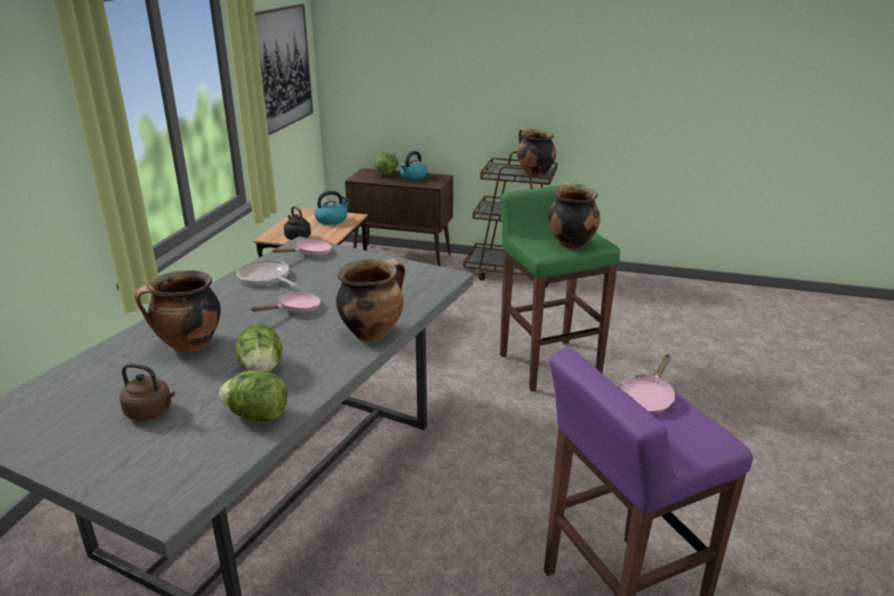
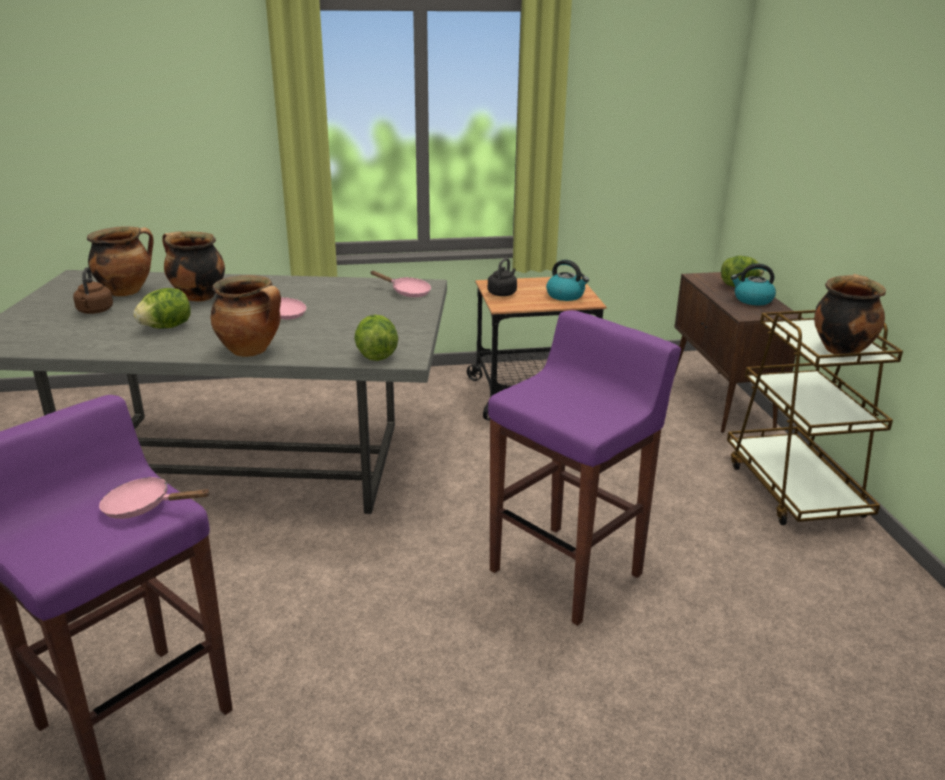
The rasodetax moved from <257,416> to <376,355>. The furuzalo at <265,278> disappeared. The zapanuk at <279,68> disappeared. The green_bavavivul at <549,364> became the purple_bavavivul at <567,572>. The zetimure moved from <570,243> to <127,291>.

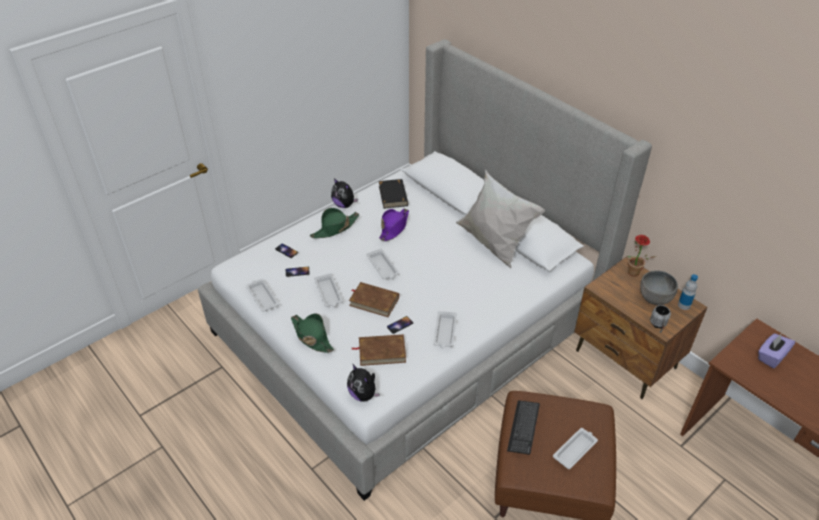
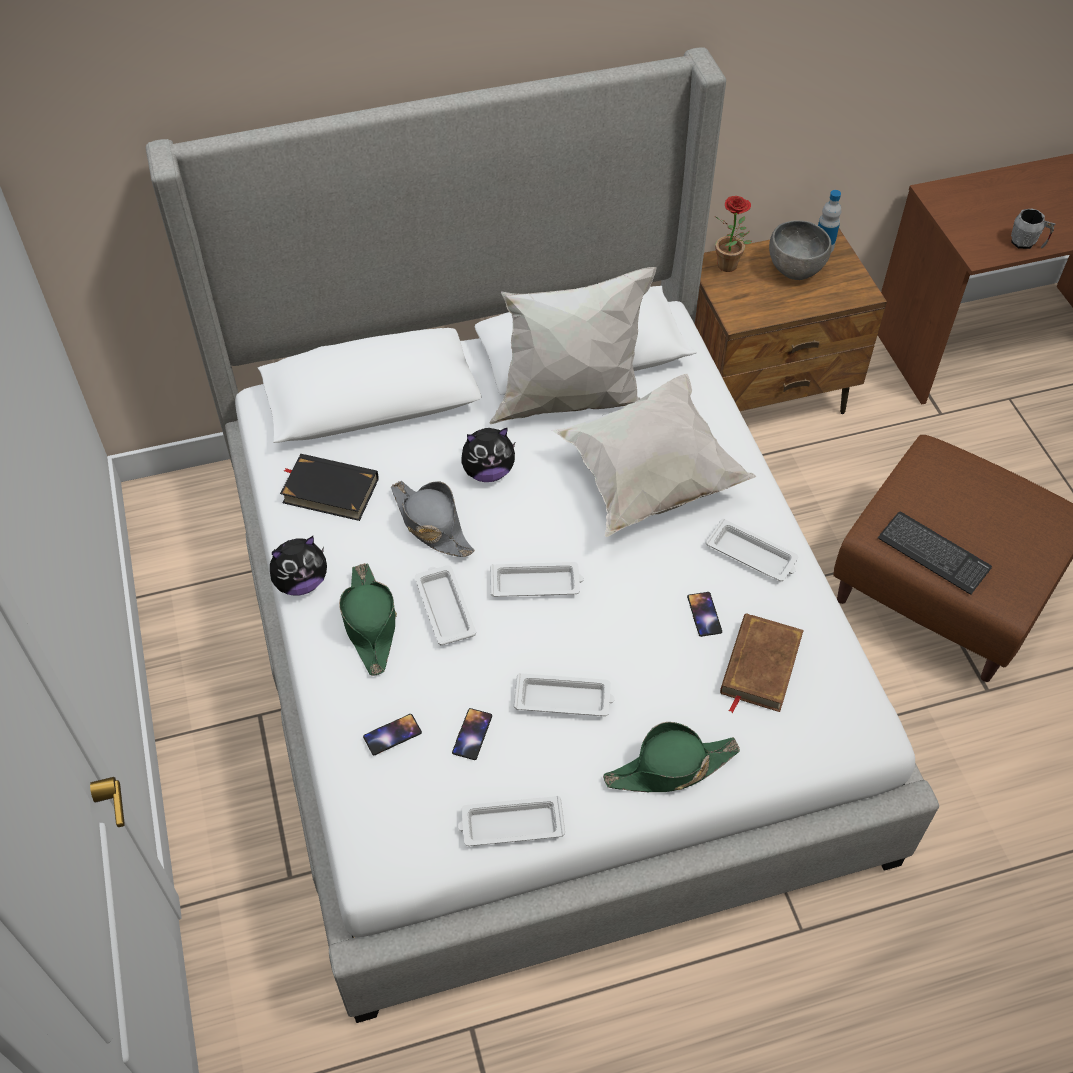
The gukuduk moved from <363,394> to <488,472>. The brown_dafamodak at <374,301> disappeared. The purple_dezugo at <394,227> became the grey_dezugo at <431,524>. The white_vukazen moved from <575,449> to <444,607>. The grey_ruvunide moved from <658,325> to <1027,243>. The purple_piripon at <771,356> disappeared. The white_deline at <648,479> appeared.

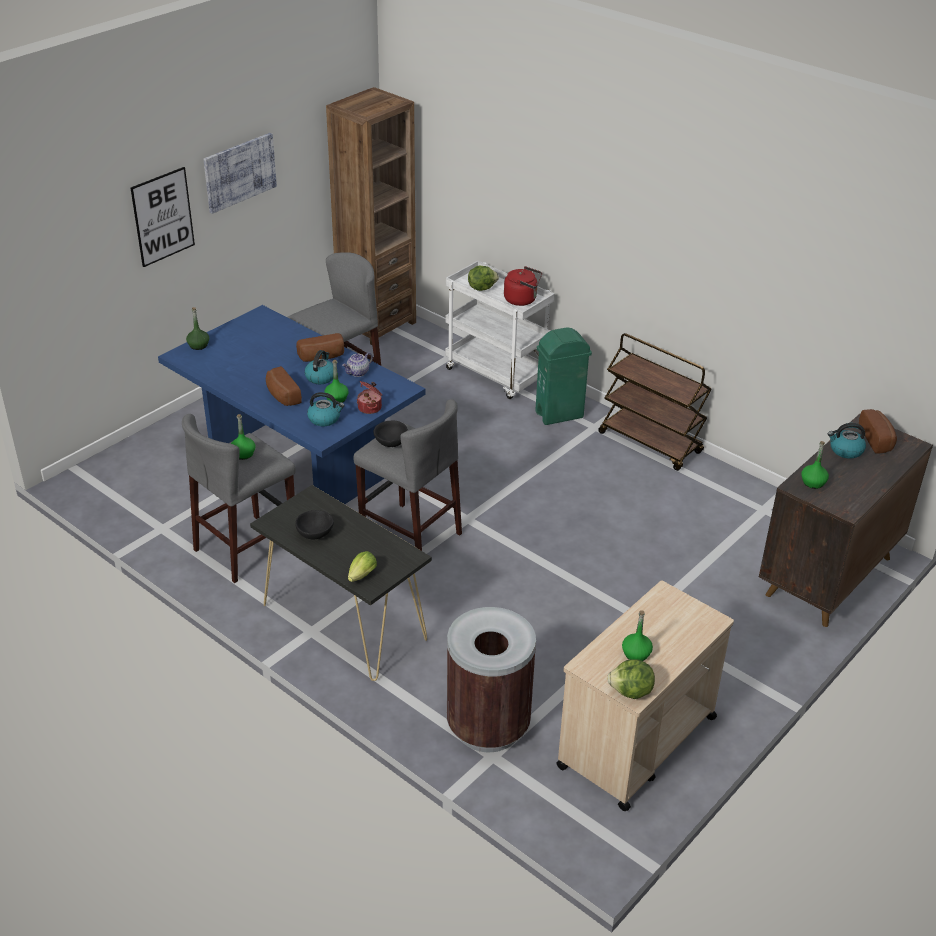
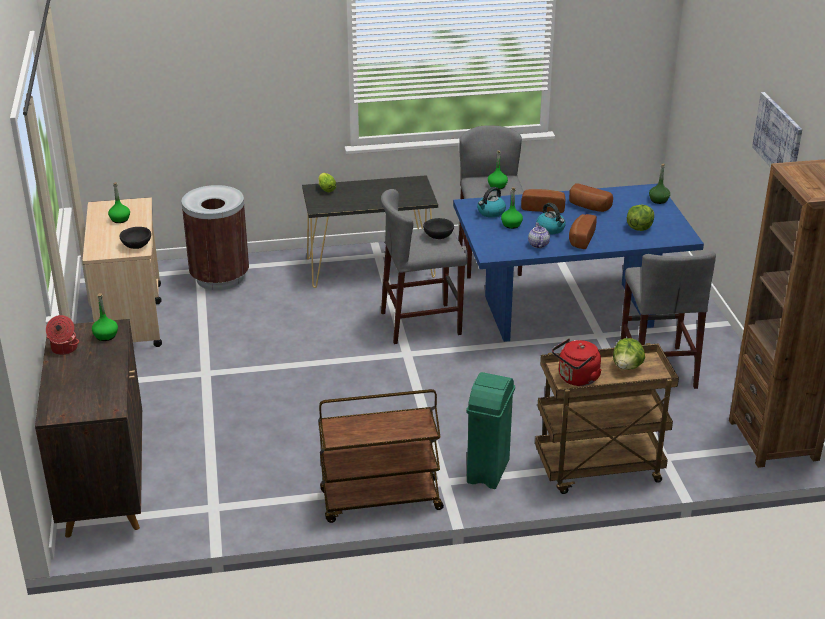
The zapanuk at <163,216> disappeared. The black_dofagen moved from <315,534> to <136,245>. The zetimure moved from <370,408> to <64,349>. The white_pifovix at <497,375> became the brown_pifovix at <598,470>. The rasodetax moved from <631,692> to <639,228>. The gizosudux at <845,450> disappeared. The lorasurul moved from <878,439> to <588,207>.

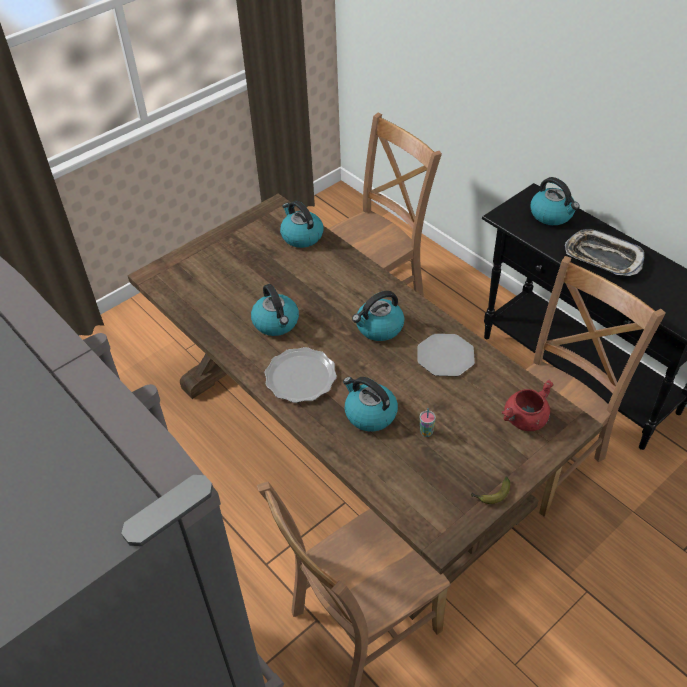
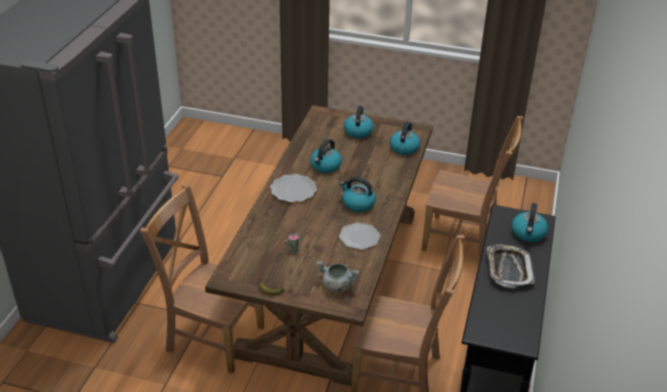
The gizosudux moved from <369,414> to <358,131>. The red_zetimure at <525,420> became the grey_zetimure at <336,286>.

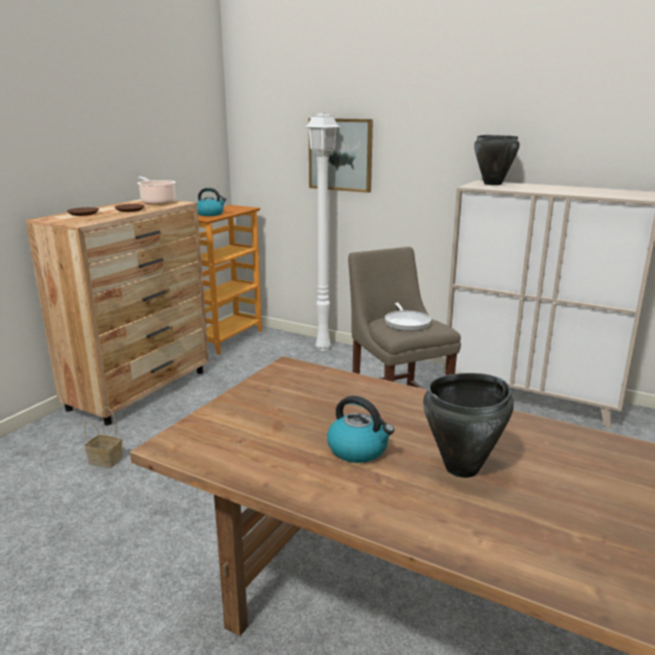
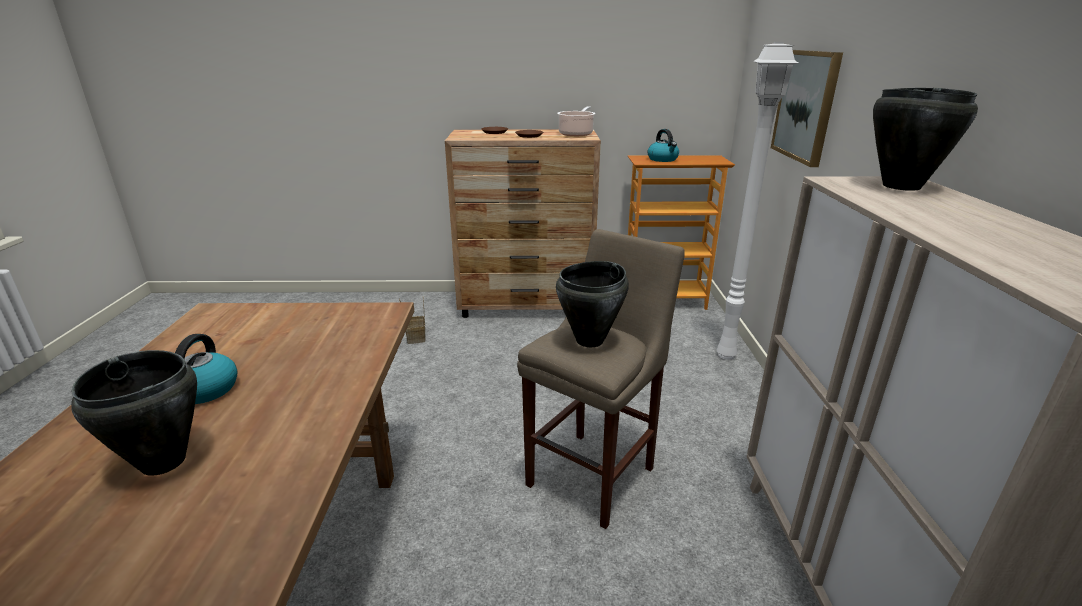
The furuzalo at <406,322> was replaced by the black_zetimure at <590,340>.

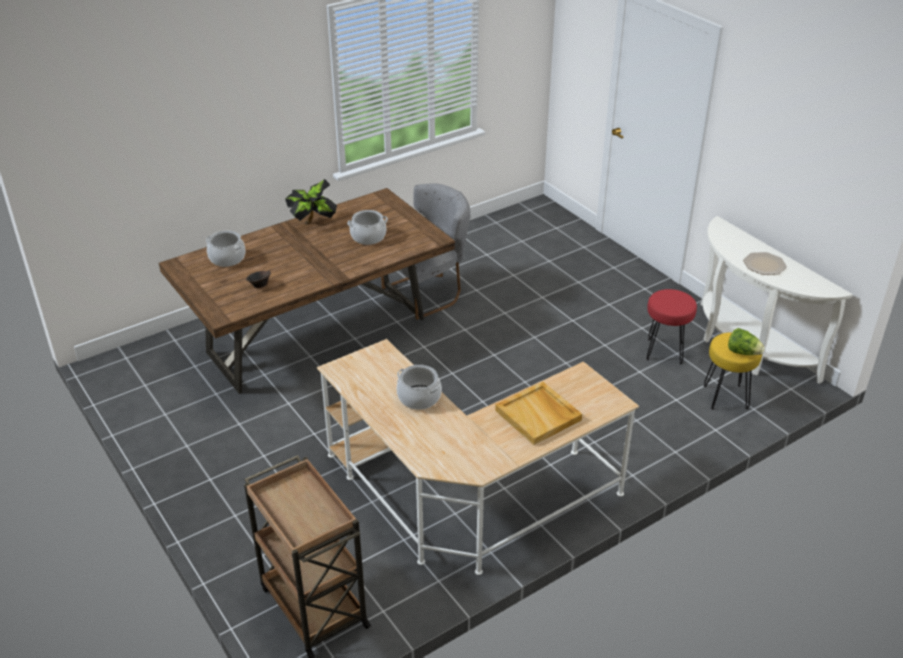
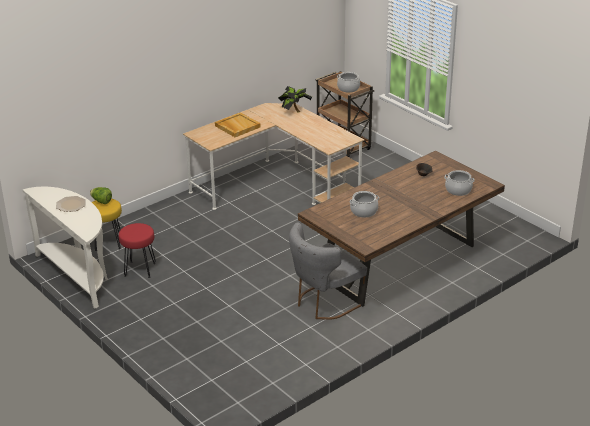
The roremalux moved from <313,223> to <294,111>. The zetimure moved from <419,398> to <348,88>.

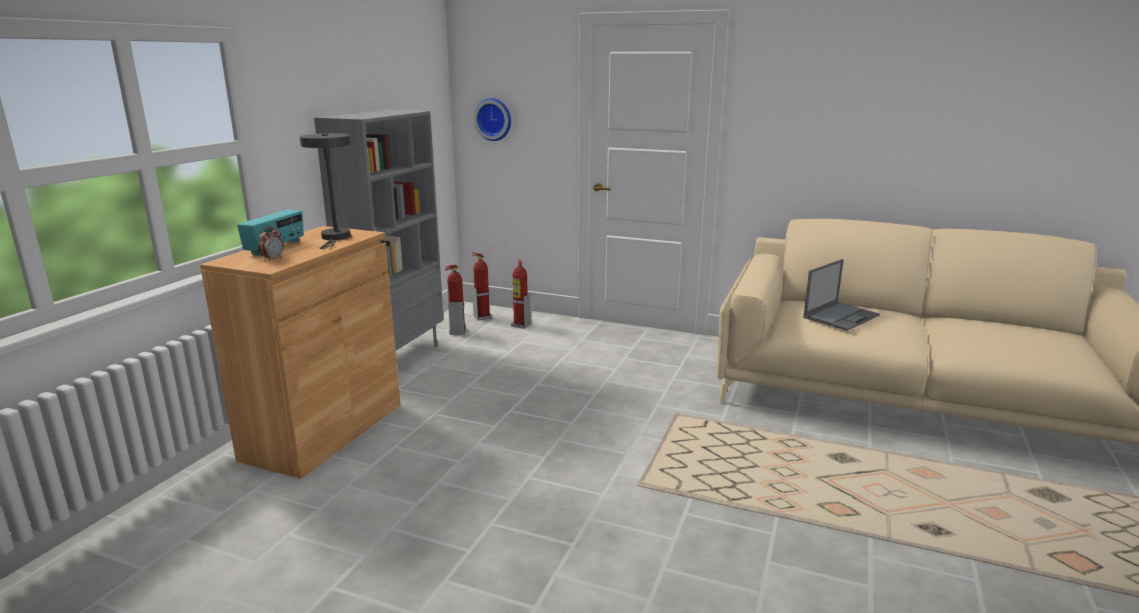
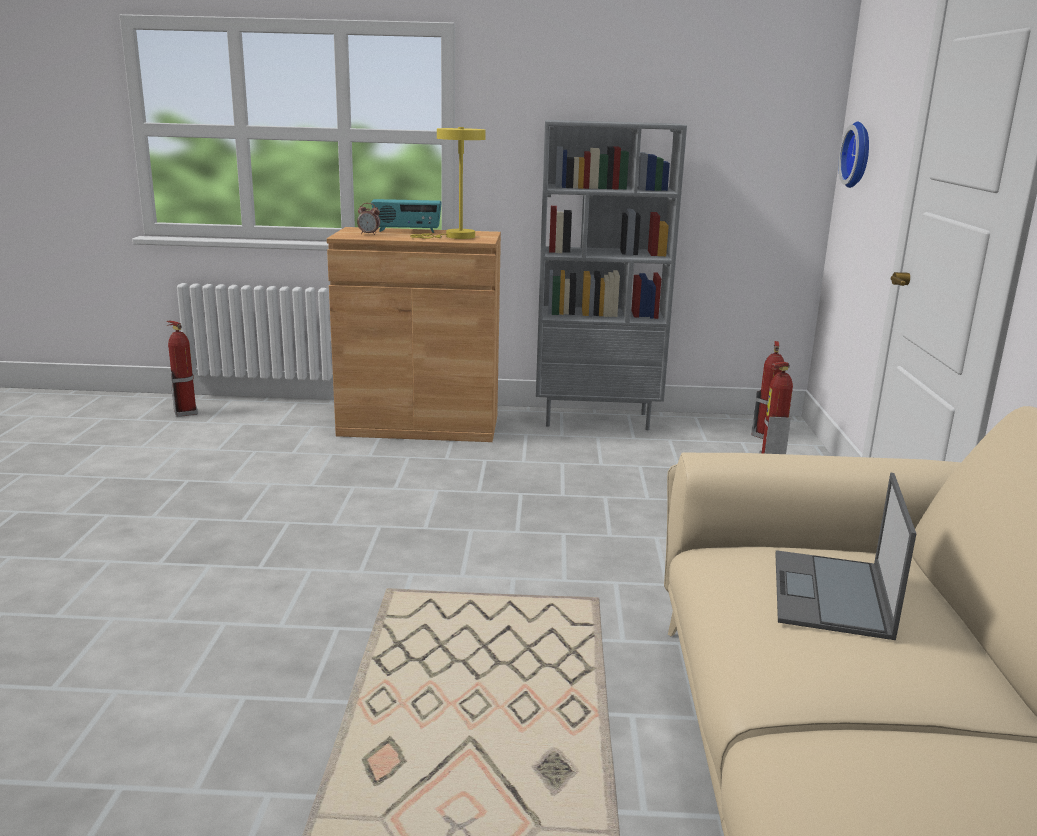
The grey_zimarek at <335,238> became the yellow_zimarek at <455,237>. The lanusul moved from <457,331> to <186,412>. The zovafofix at <841,316> turned 75 degrees clockwise.

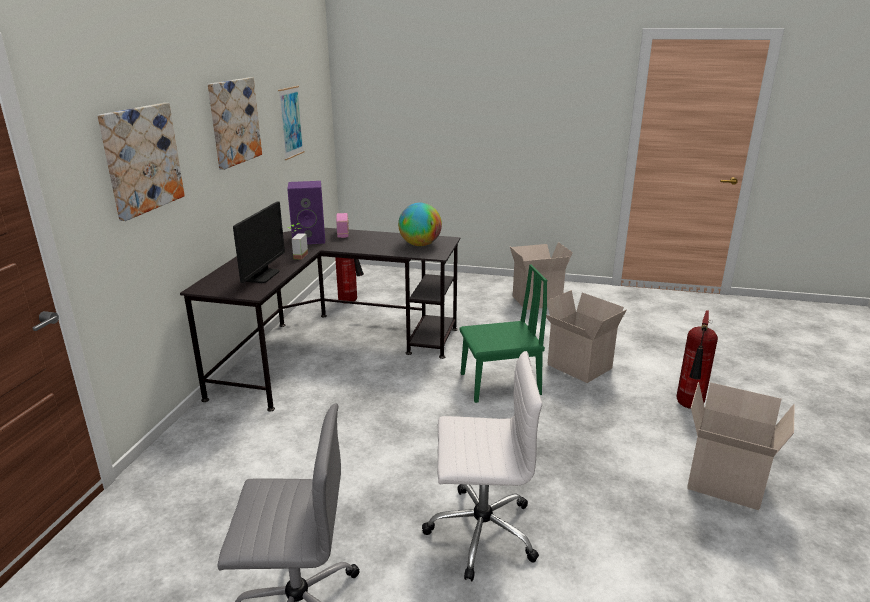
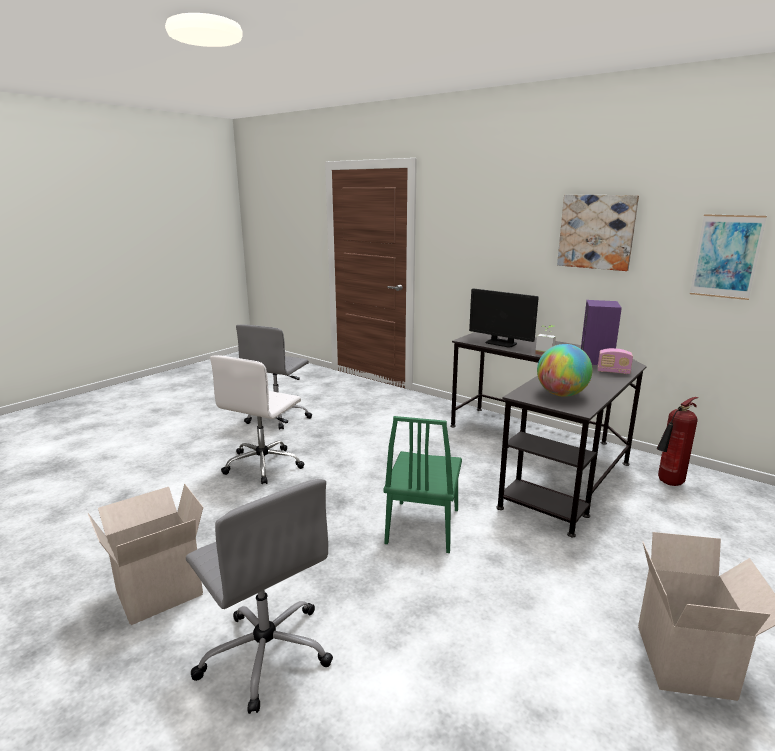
The zapanuk at <141,159> disappeared. The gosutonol at <577,367> disappeared. The lanusul at <689,407> was replaced by the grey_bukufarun at <265,652>.

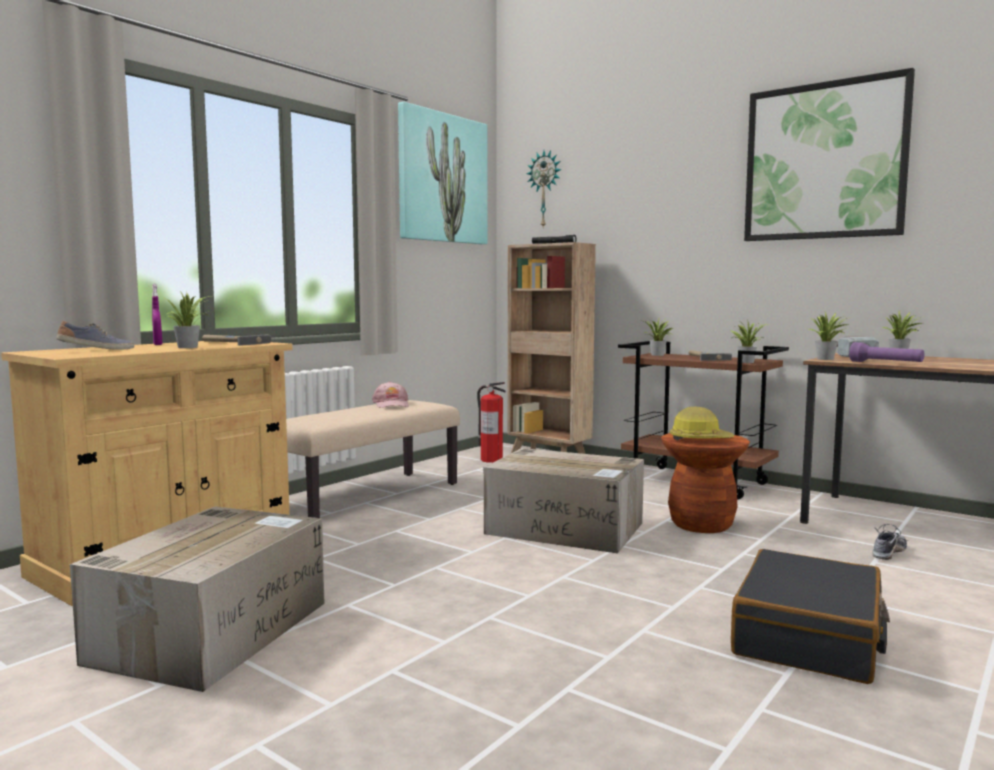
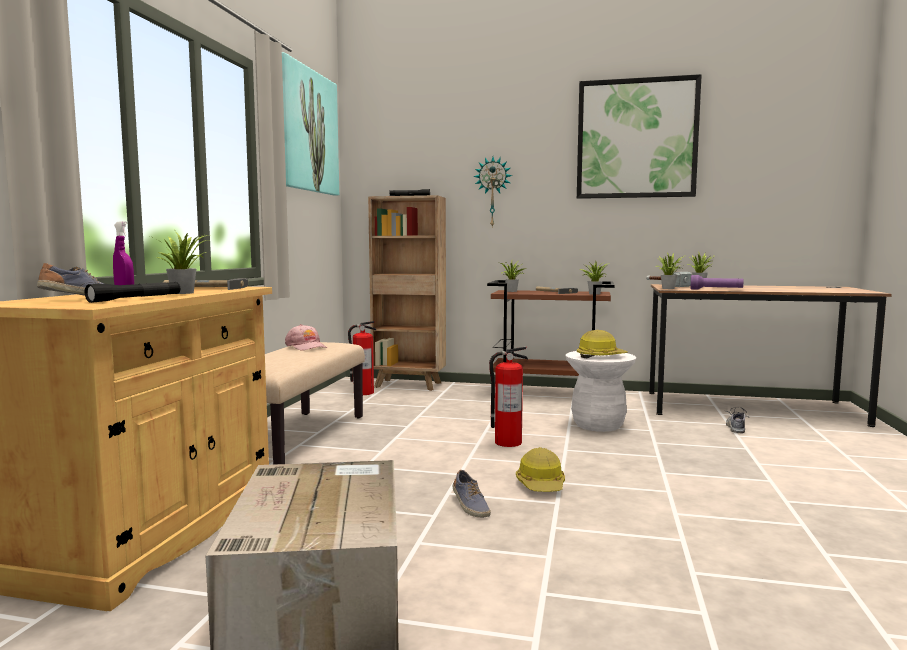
The gosutonol at <567,528> was replaced by the lanusul at <507,442>. The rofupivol moved from <545,189> to <493,192>. The brown_bavavivul at <701,525> became the white_bavavivul at <598,425>. The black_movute at <809,637> disappeared. The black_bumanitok at <136,299> appeared. The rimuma at <469,506> appeared. The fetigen at <541,485> appeared.

